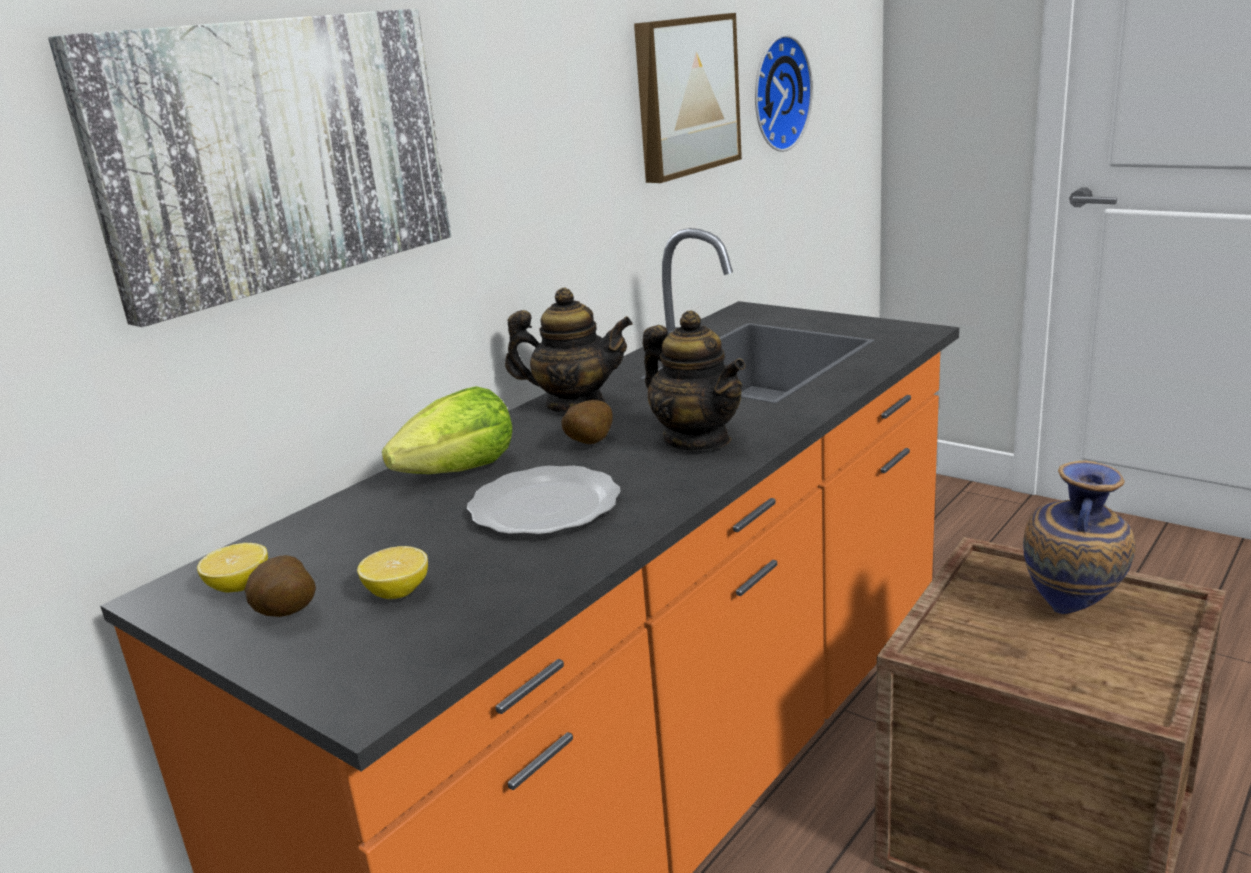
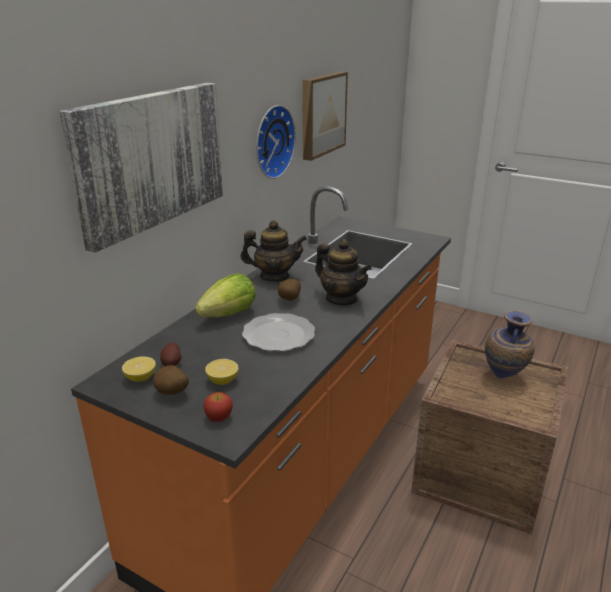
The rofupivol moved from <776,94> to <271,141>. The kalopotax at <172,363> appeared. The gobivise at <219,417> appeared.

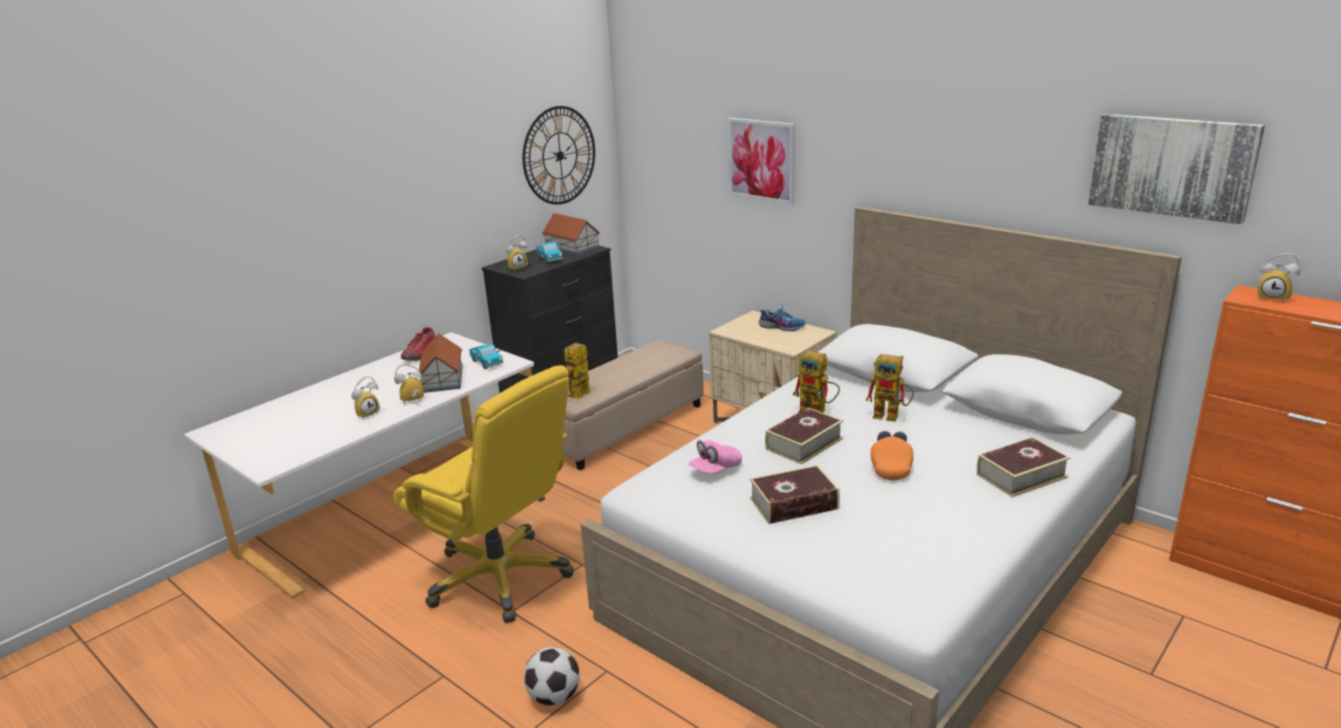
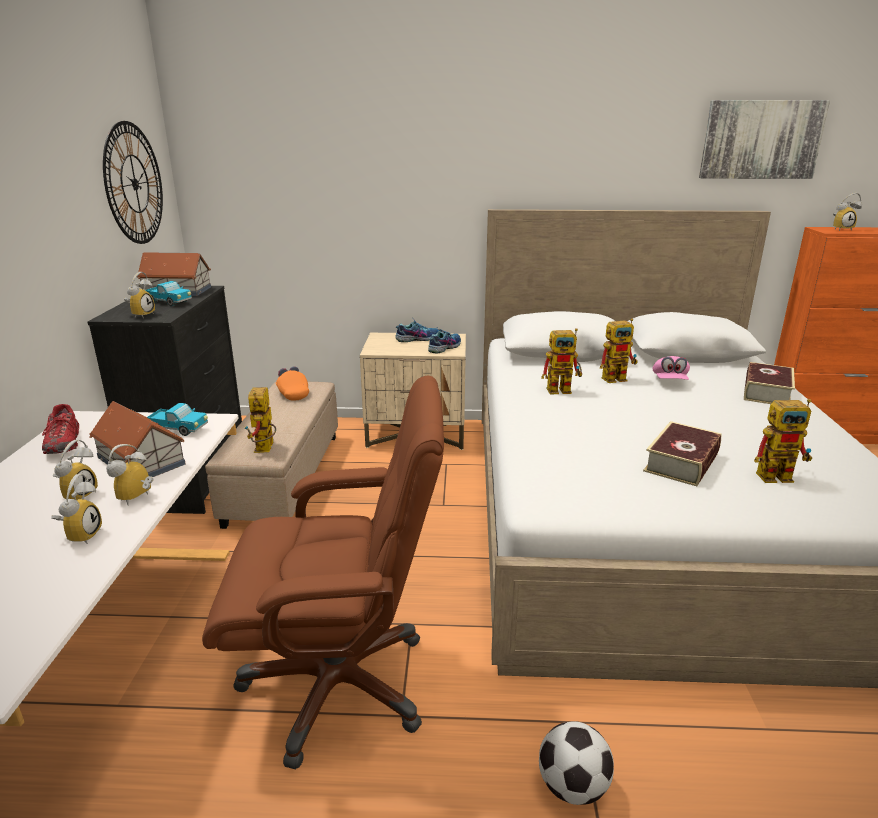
The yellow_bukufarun at <500,578> became the brown_bukufarun at <339,684>. The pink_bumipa moved from <715,469> to <669,381>. The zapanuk at <761,160> disappeared. The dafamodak at <804,444> disappeared. The orange_bumipa moved from <890,467> to <292,393>. The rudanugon at <78,494> appeared. The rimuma at <444,347> appeared. The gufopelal at <780,475> appeared.

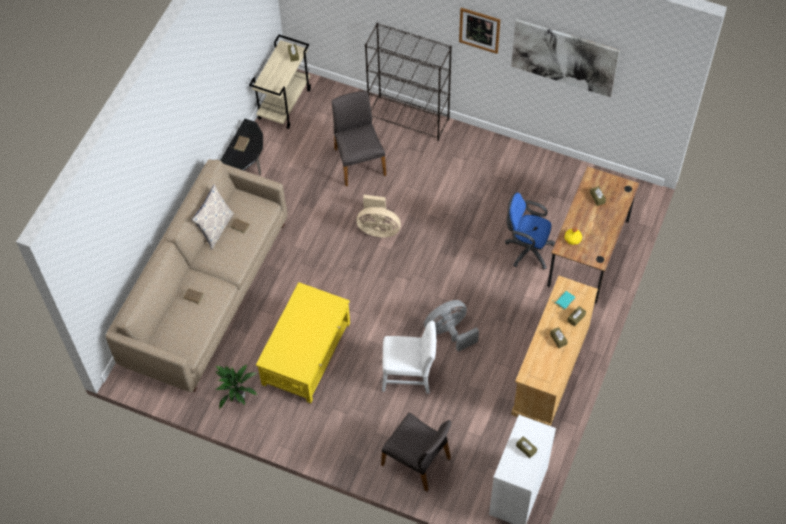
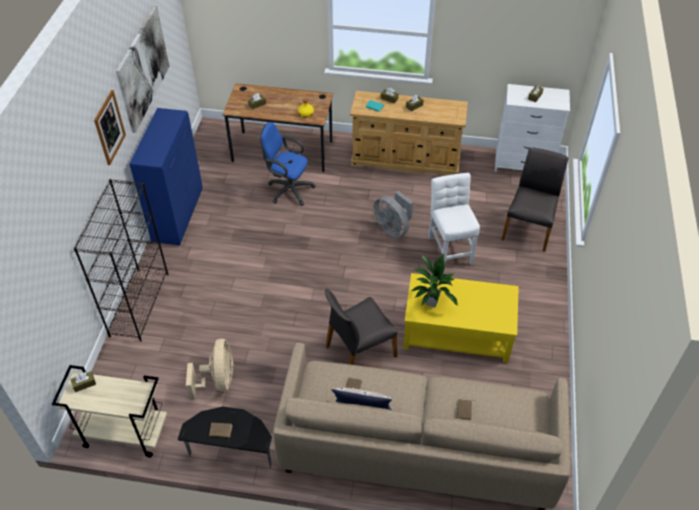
The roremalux moved from <238,397> to <431,303>. The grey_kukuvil moved from <358,161> to <359,351>. The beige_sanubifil moved from <378,229> to <218,381>. The blue_bukufarun at <526,249> turned 105 degrees clockwise. The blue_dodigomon at <178,215> appeared.

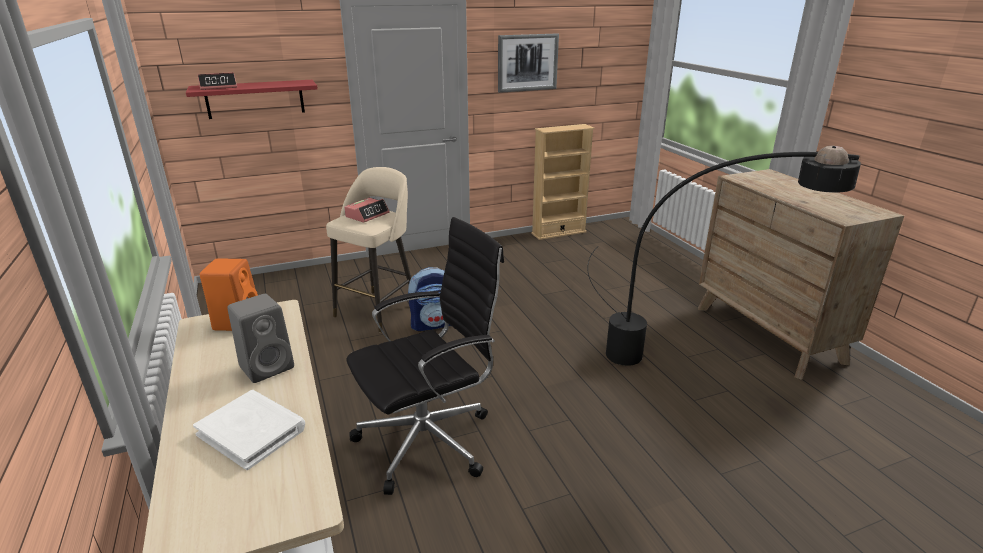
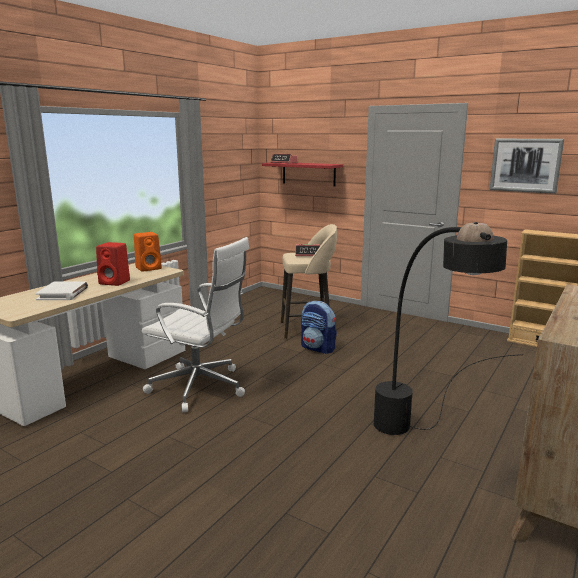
The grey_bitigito at <268,366> became the red_bitigito at <115,282>. The black_bukufarun at <429,440> became the white_bukufarun at <201,388>.

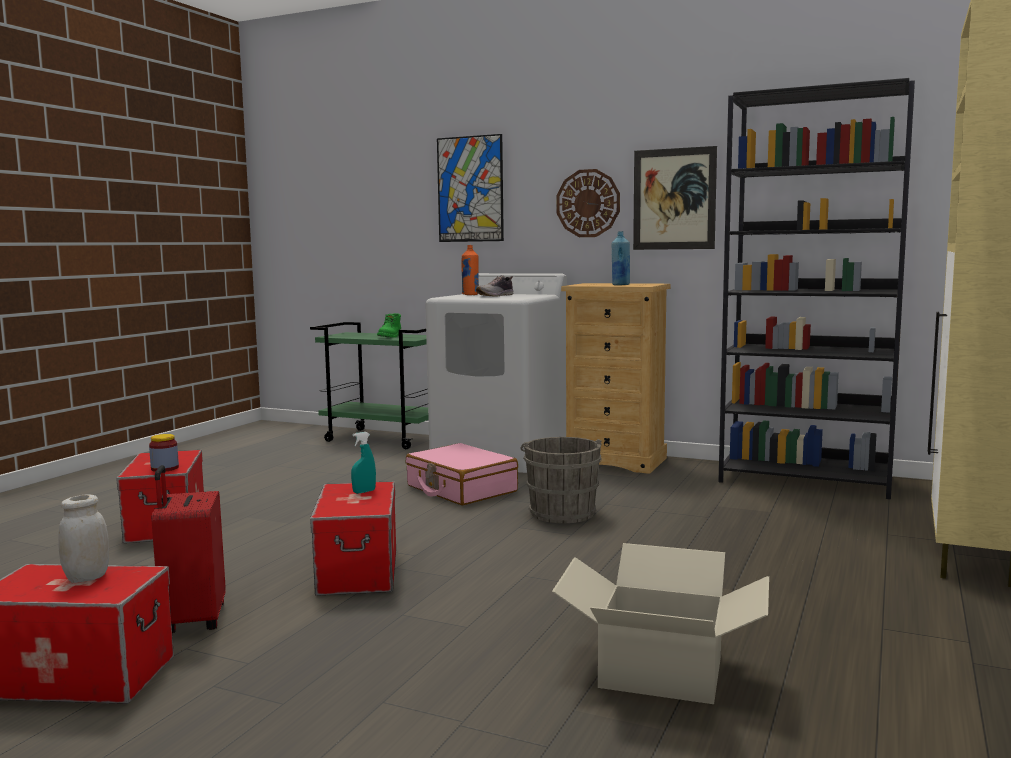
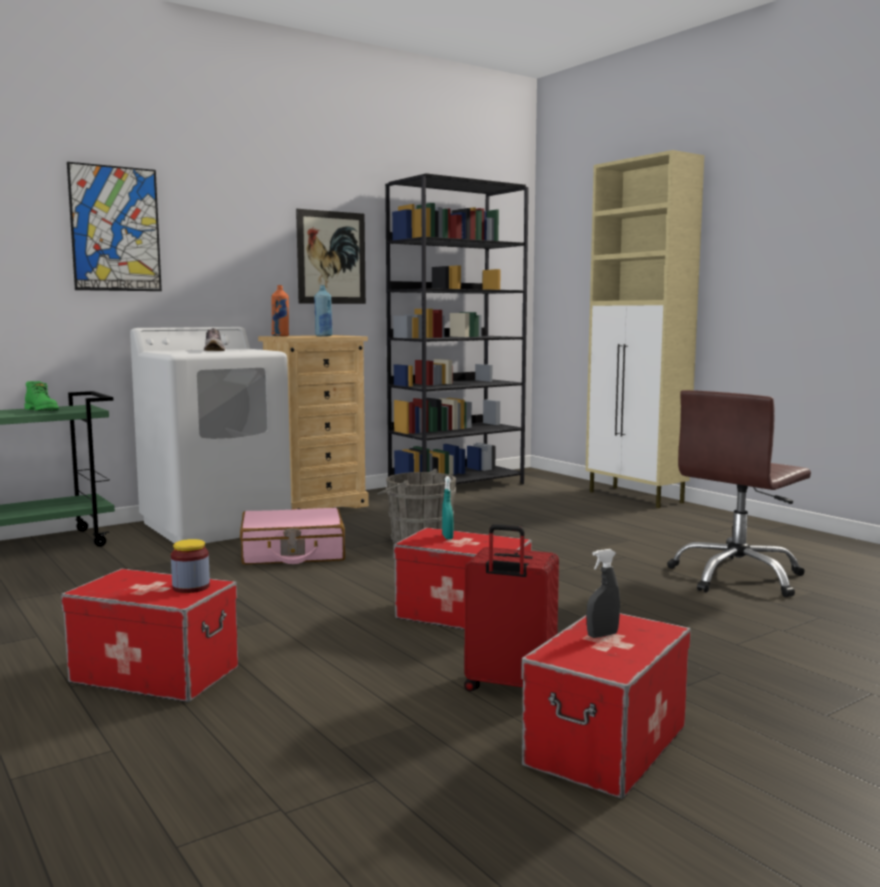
The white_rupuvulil at <87,577> was replaced by the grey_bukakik at <602,635>. The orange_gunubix moved from <470,294> to <280,336>. The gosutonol at <661,671> was replaced by the brown_bukufarun at <737,577>. The rofupivol at <588,203> disappeared.

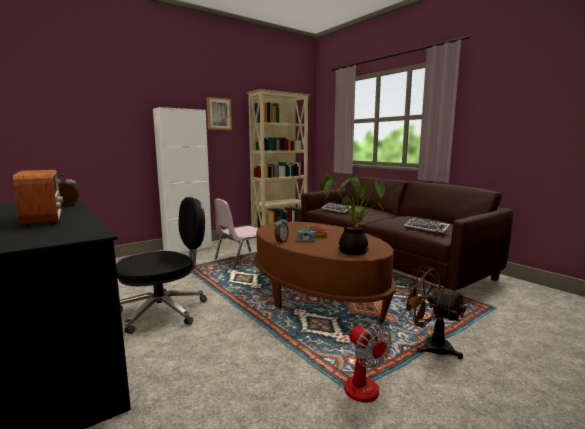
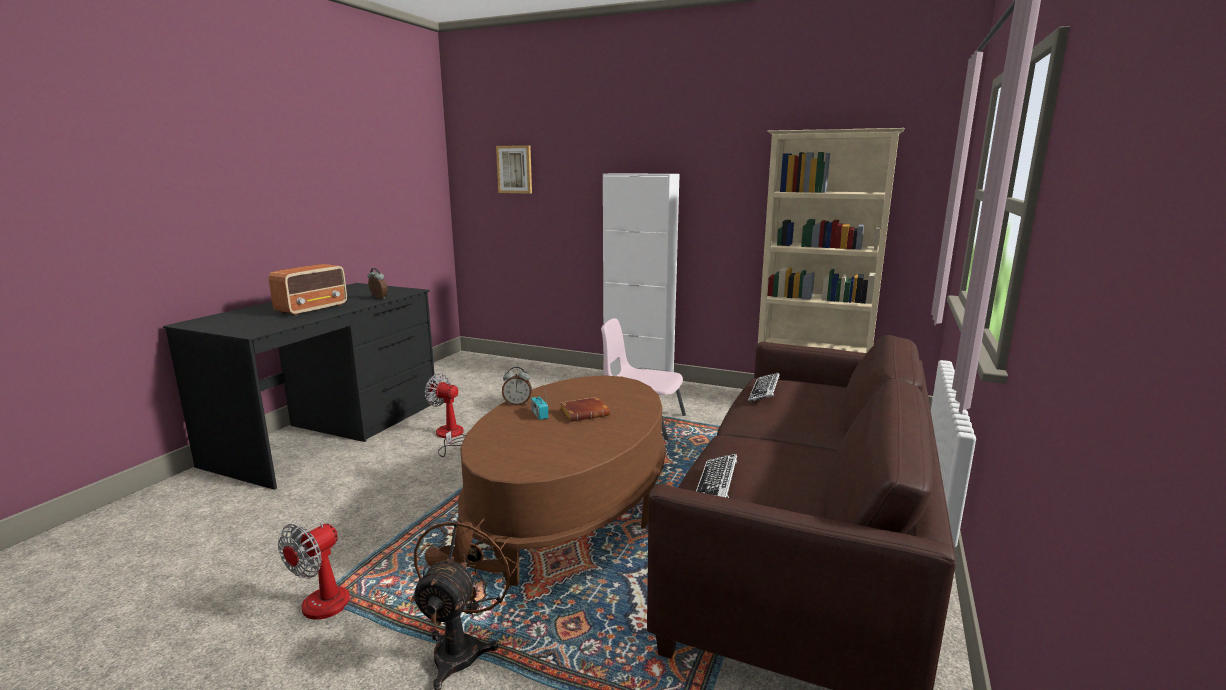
The black_bukufarun at <164,311> was replaced by the sanubifil at <449,436>. The zapanuk moved from <218,114> to <515,169>. The roremalux at <352,250> disappeared.

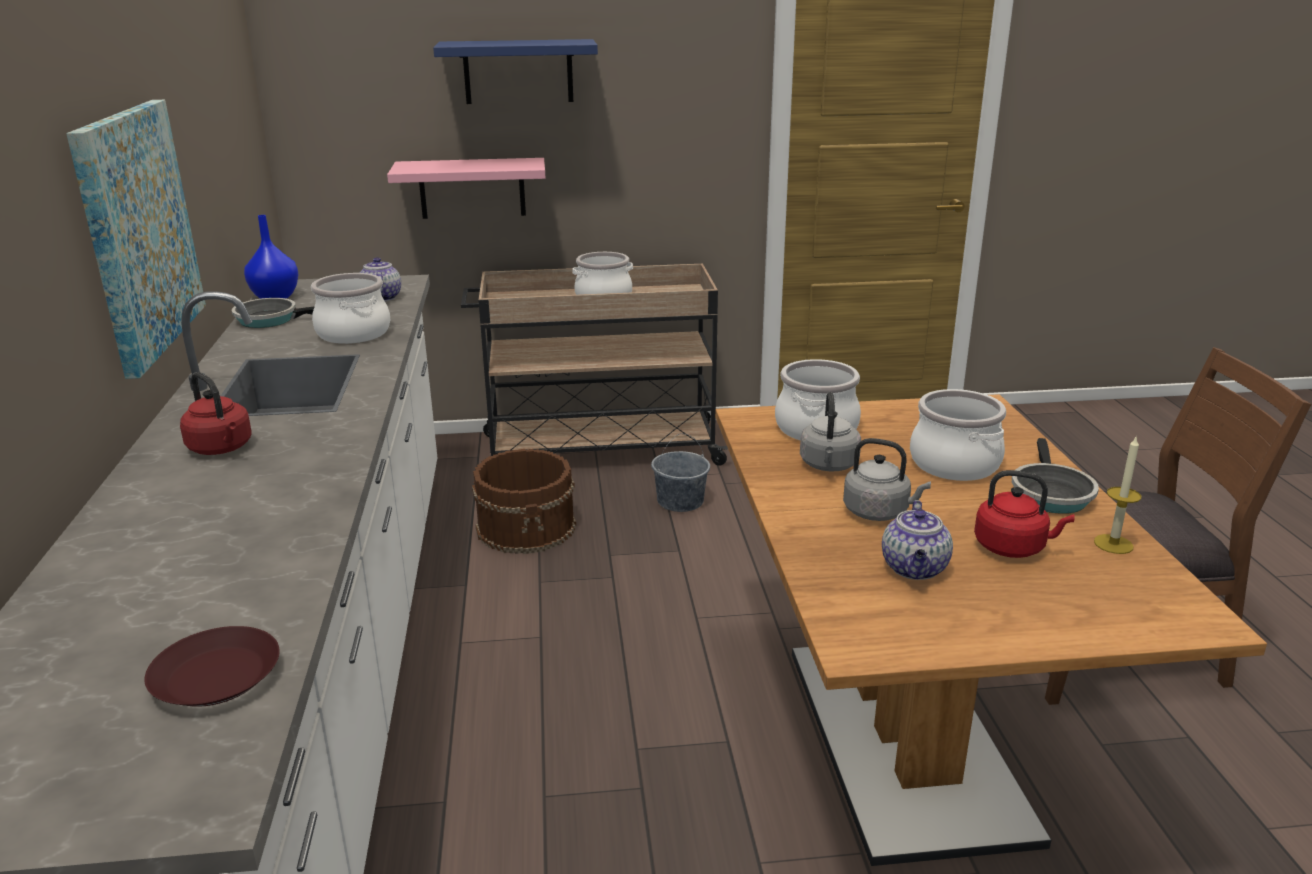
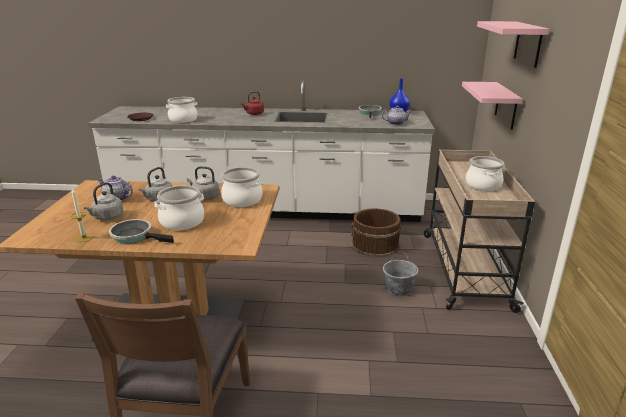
The zapanuk at <138,232> disappeared. The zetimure moved from <354,333> to <183,120>. The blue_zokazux at <518,71> became the pink_zokazux at <528,44>. The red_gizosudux at <1013,547> became the grey_gizosudux at <107,218>.

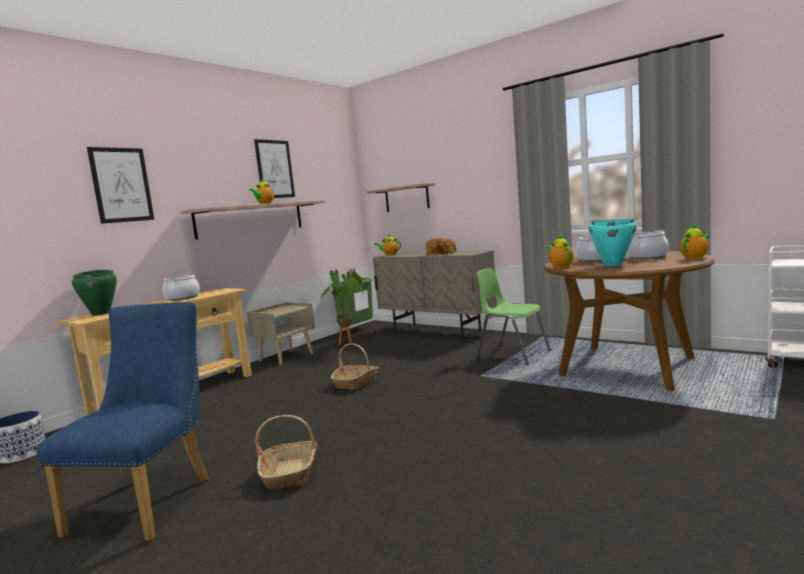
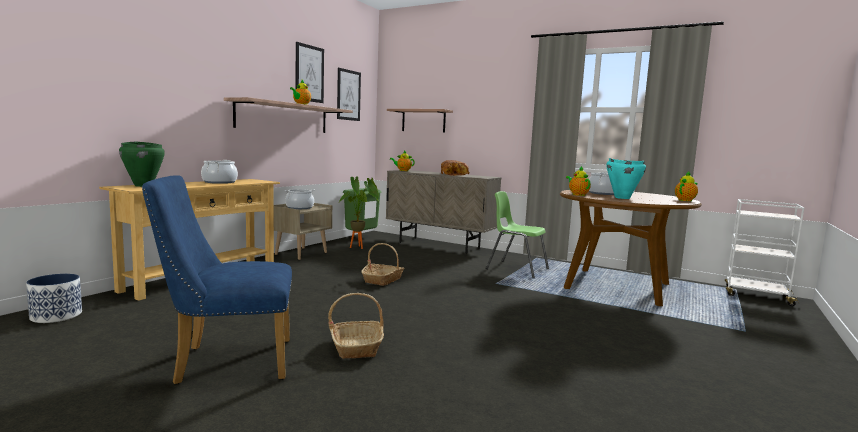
The blue_kukuvil at <150,500> turned 105 degrees counterclockwise. The zapanuk moved from <121,185> to <348,95>. The zetimure moved from <647,257> to <299,207>.

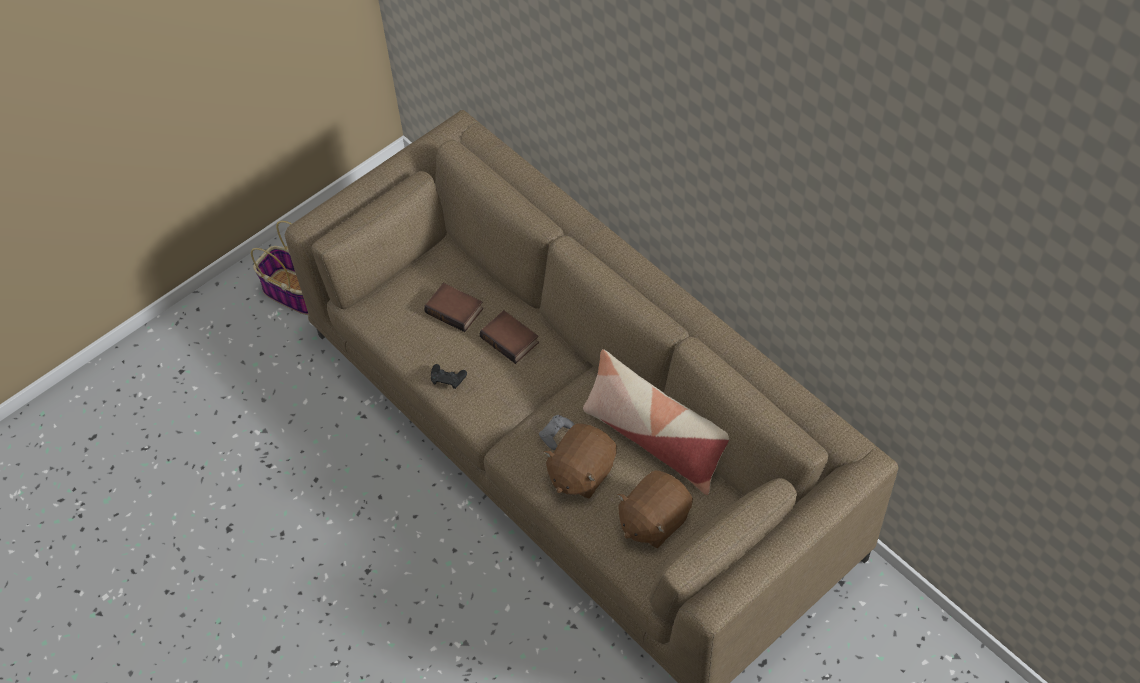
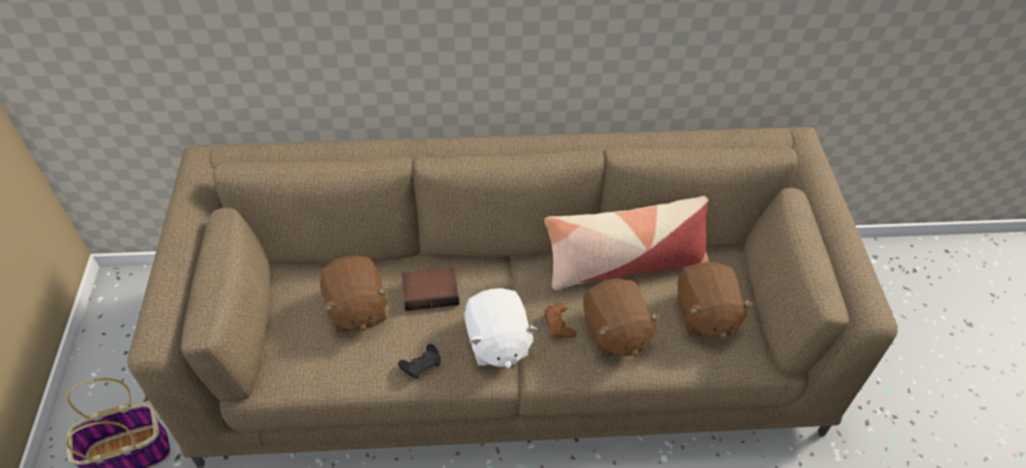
The dafamodak at <456,310> was replaced by the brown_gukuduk at <356,309>. The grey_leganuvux at <556,434> became the brown_leganuvux at <559,324>. The white_gukuduk at <497,342> appeared.

